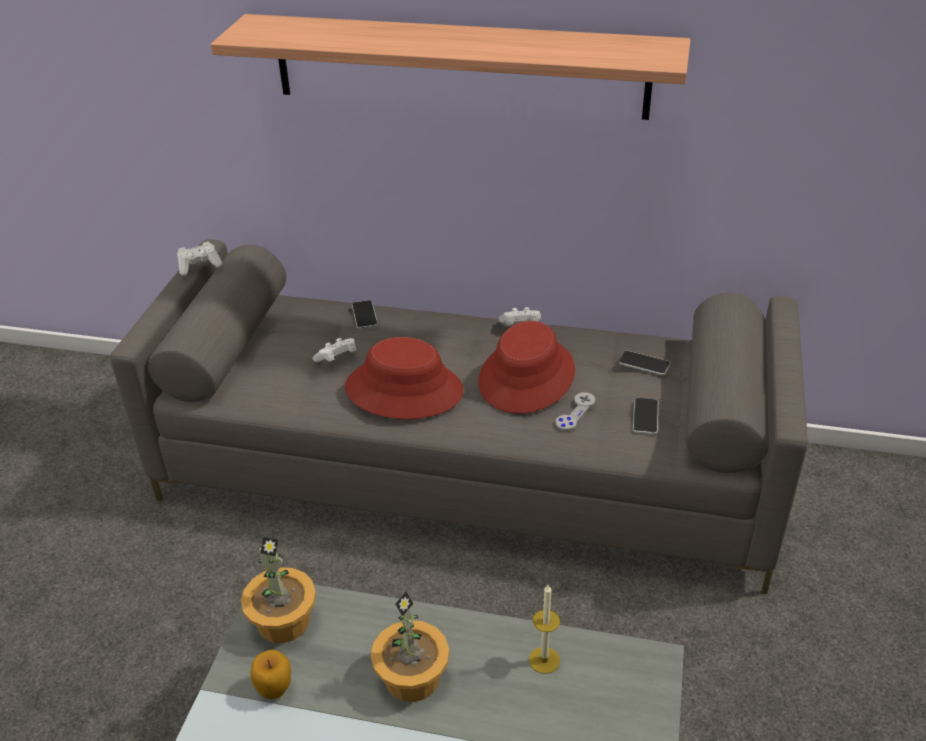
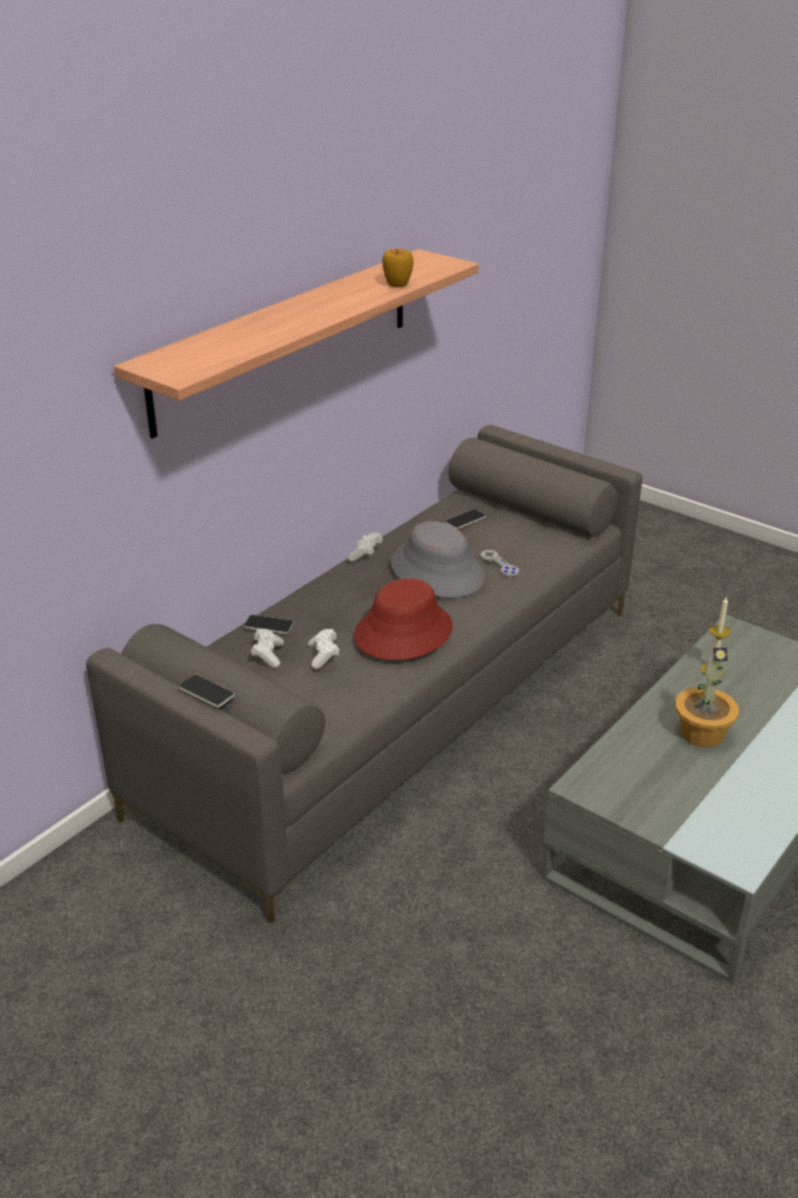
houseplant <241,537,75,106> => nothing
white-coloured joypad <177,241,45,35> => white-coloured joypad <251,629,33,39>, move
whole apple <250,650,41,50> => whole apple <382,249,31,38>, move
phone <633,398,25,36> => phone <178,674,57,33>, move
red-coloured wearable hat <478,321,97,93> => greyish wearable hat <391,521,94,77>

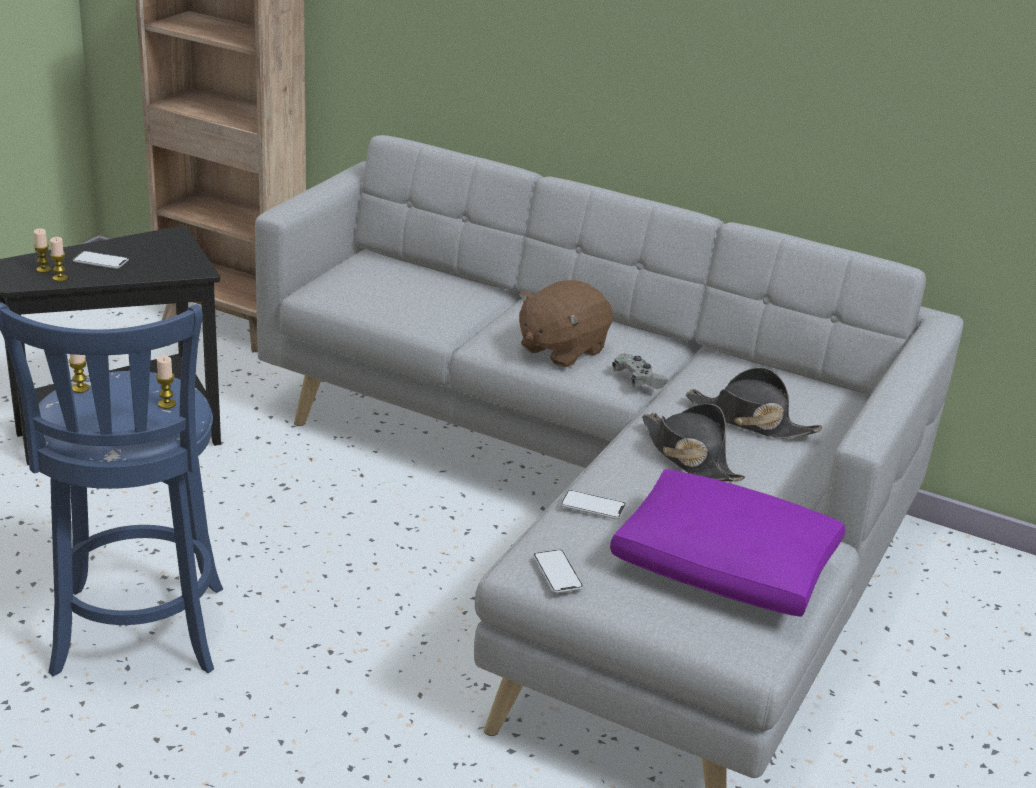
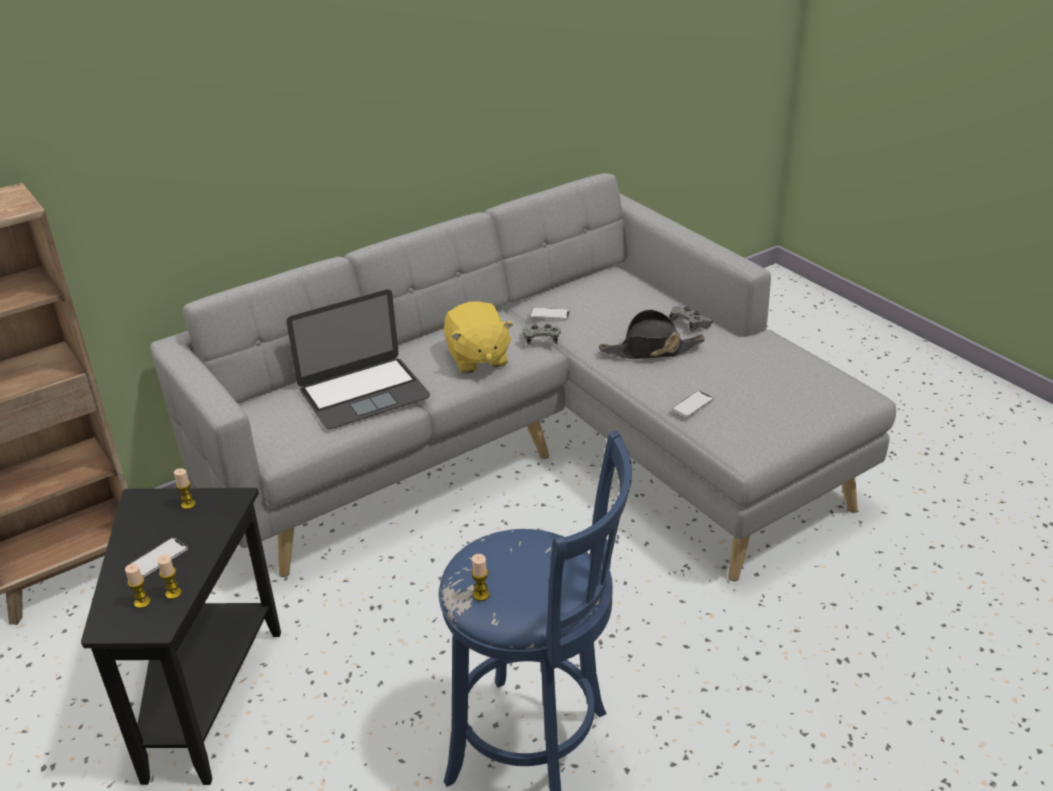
purple pillow <610,469,235,148> => nothing
black-coloured wearable hat <685,367,137,72> => nothing
nothing => notebook computer <287,289,143,140>
nothing => greyish joypad <669,306,44,25>
candle <156,356,20,53> => candle <174,468,22,41>, move
phone <533,549,51,44> => phone <529,307,41,13>, move
brown-coloured soft toy <519,280,94,87> => yellow soft toy <444,302,69,72>

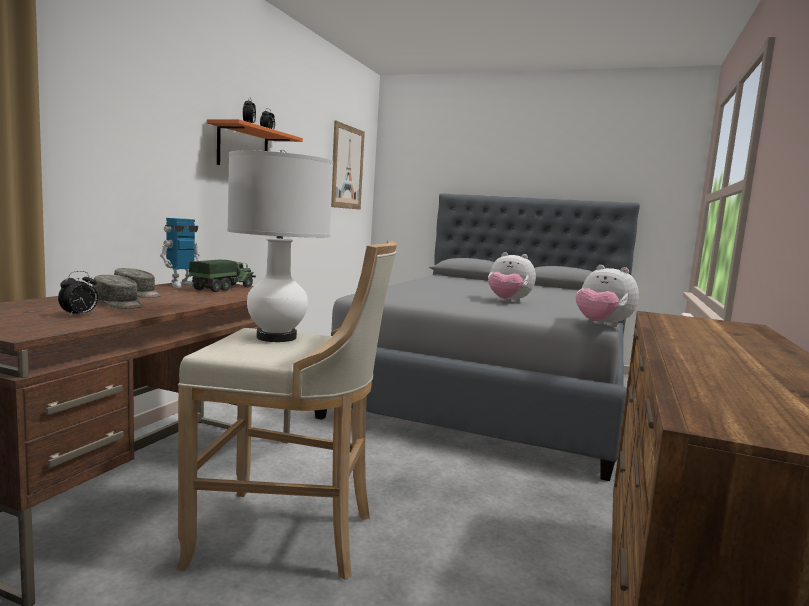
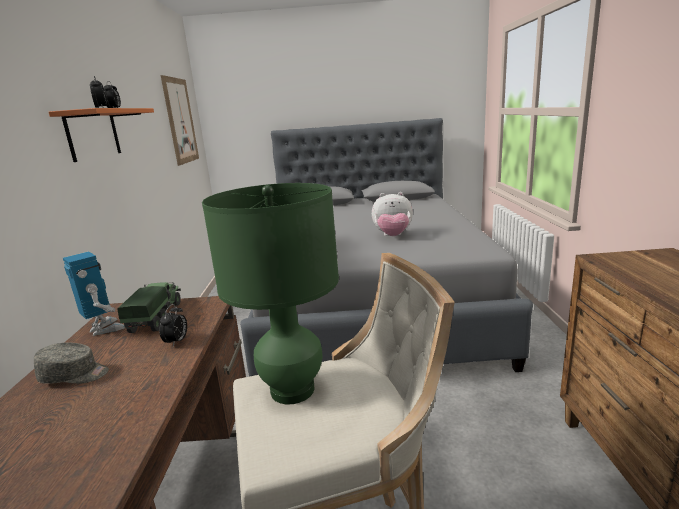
greyish baseball cap <92,275,51,34> => nothing
soft toy <576,265,63,62> => nothing
bedside clock <58,271,40,46> => bedside clock <159,304,28,43>, move
white-coloured lamp for a table <227,150,106,192> => green-coloured lamp for a table <202,183,137,221>
toy robot <160,218,41,70> => toy robot <63,251,62,85>, 60 degrees counterclockwise

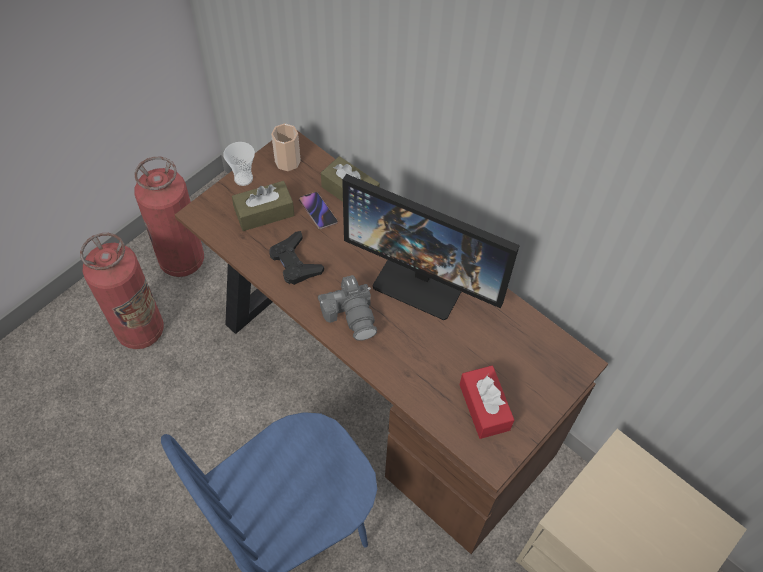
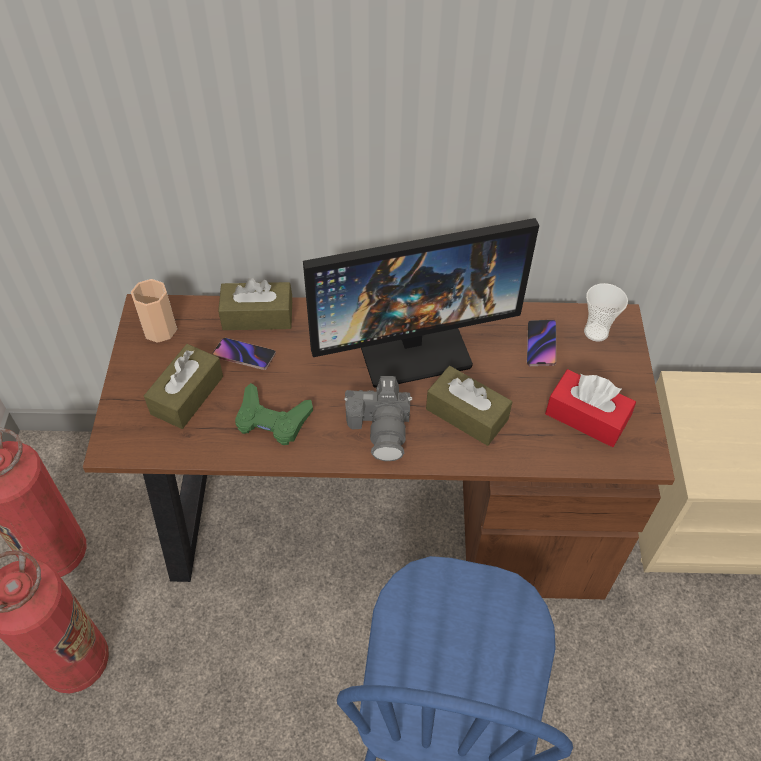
nothing => brown-coloured tissue box <426,366,86,80>
nothing => phone <527,320,29,46>
drinking cup <223,142,32,44> => drinking cup <584,283,44,59>, move
black-coloured joypad <270,231,54,54> => green-coloured joypad <235,383,78,62>
still camera <318,275,59,66> => still camera <344,376,68,85>, 60 degrees clockwise

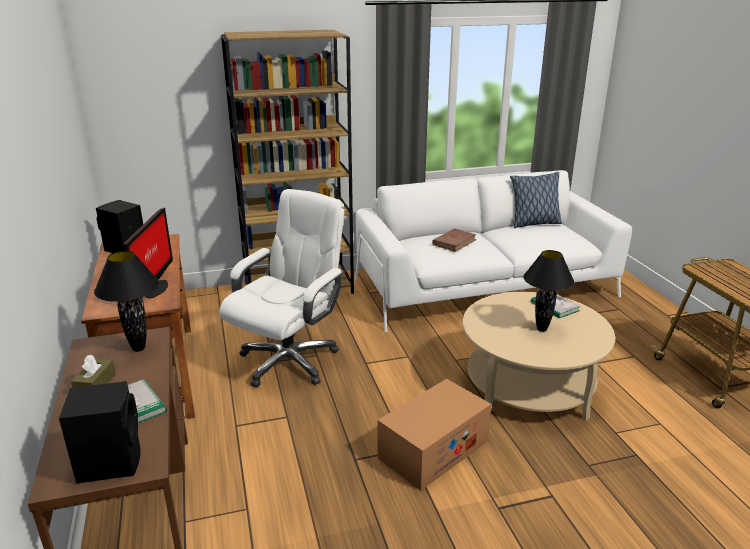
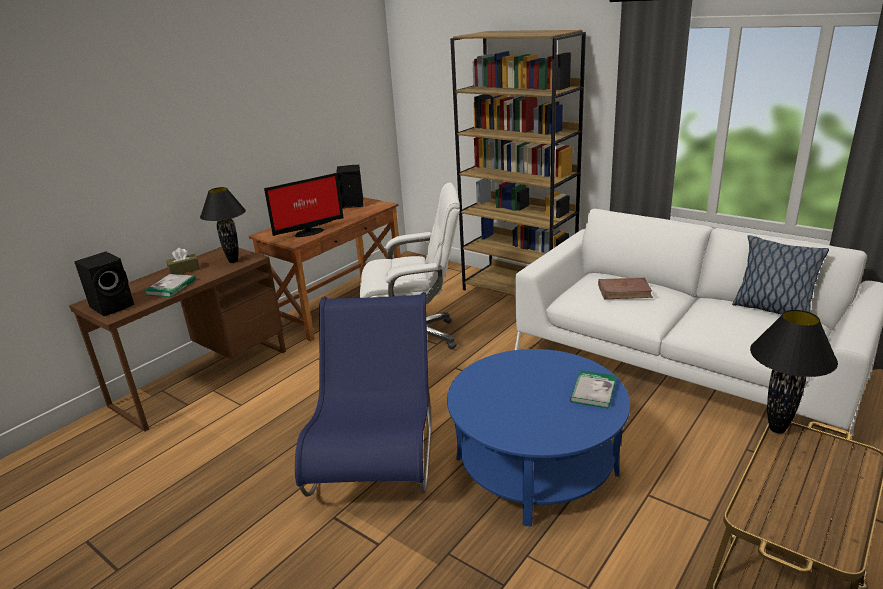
black-coloured lamp for a table <523,250,51,82> => black-coloured lamp for a table <750,310,88,123>, move
cardboard box <377,379,114,111> => blue-coloured chair <295,292,136,205>
beige lounge table <463,292,152,129> => blue-coloured lounge table <447,349,183,178>

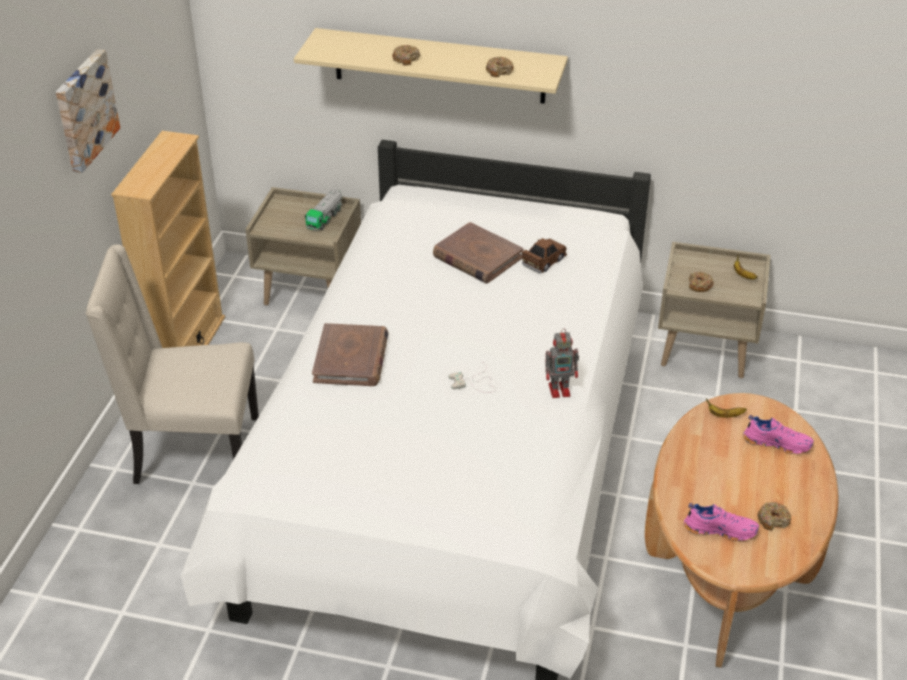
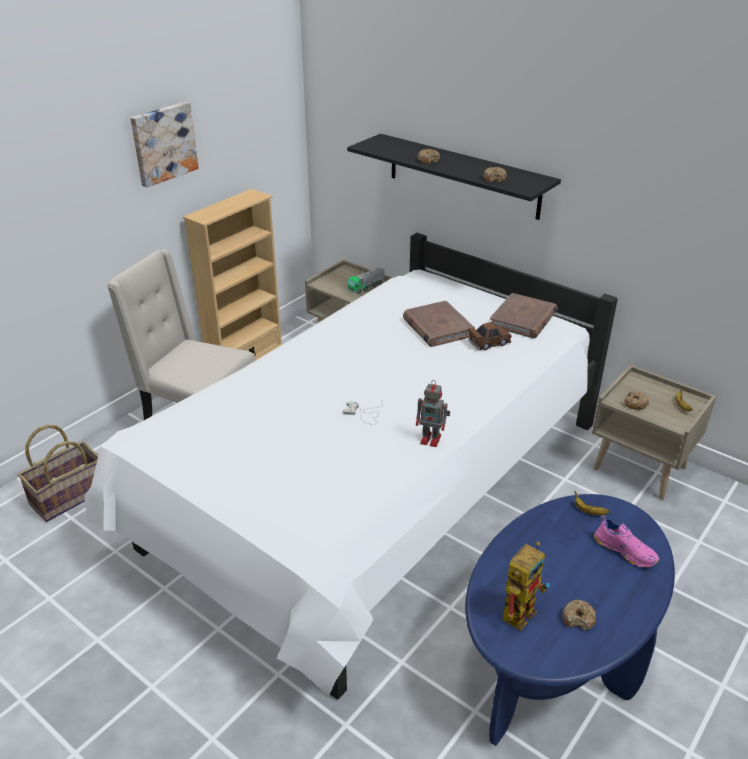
nothing => basket <18,425,80,97>
brown-coloured bound book <312,323,76,63> => brown-coloured bound book <490,293,67,45>, move
pinkish shoe <684,503,75,38> => toy robot <502,542,48,89>
beige wall shelf <294,28,274,76> => black-coloured wall shelf <347,134,214,86>
brown-coloured lounge table <645,393,194,275> => blue-coloured lounge table <465,494,210,252>

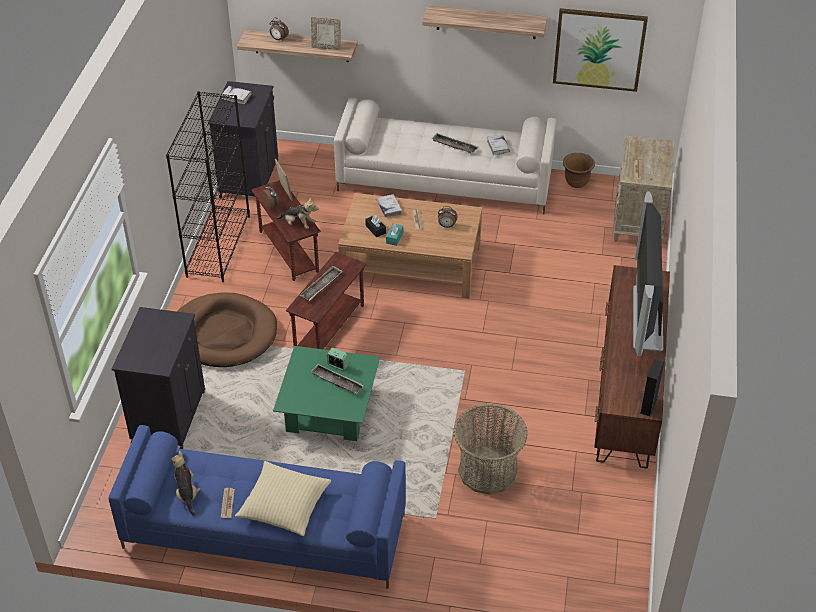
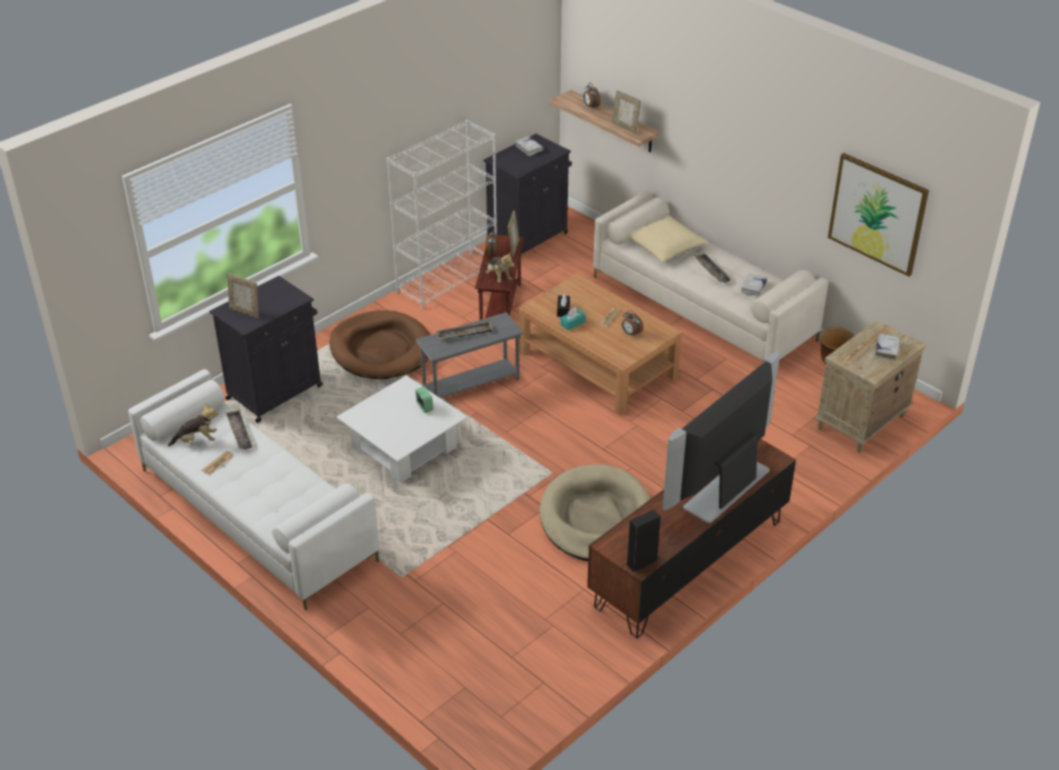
wall shelf <422,5,125,34> => nothing
basket <453,404,75,91> => nothing
nothing => photo frame <227,274,31,44>
nothing => beige dog bed <540,464,110,97>
beige pillow <235,461,96,75> => beige pillow <628,215,80,47>, move
carrying tray <310,364,54,30> => carrying tray <225,409,29,40>, move
white-coloured bound book <377,194,25,23> => white-coloured bound book <875,334,25,26>, move
blue-coloured couch <109,425,297,164> => white-coloured couch <128,369,251,242>
black-coloured bookcase <166,91,84,191> => white-coloured bookcase <387,120,110,190>
green-coloured lounge table <273,346,107,95> => white-coloured lounge table <336,375,132,108>
brown-coloured end table <286,252,81,97> => greyish end table <416,312,107,86>
soft toy <171,451,29,65> => soft toy <168,403,51,44>, 60 degrees clockwise

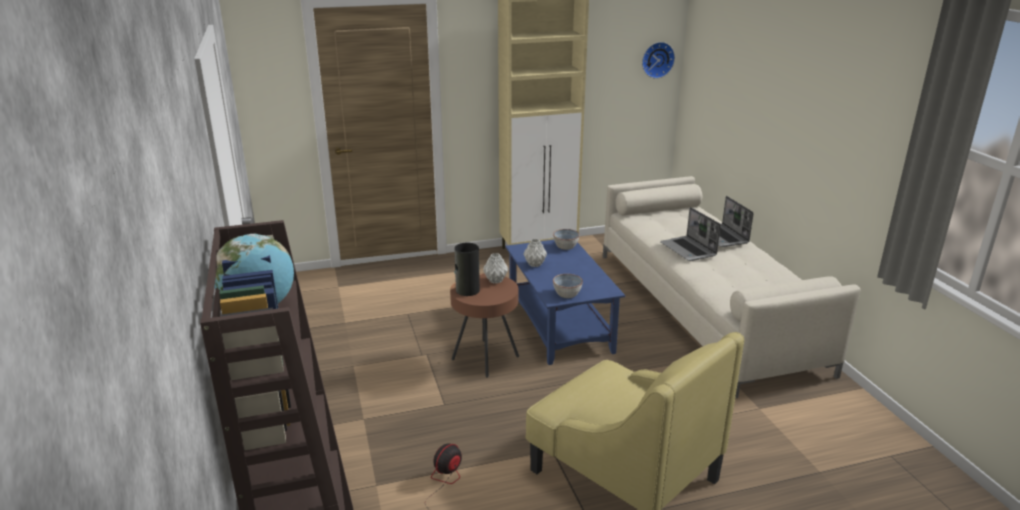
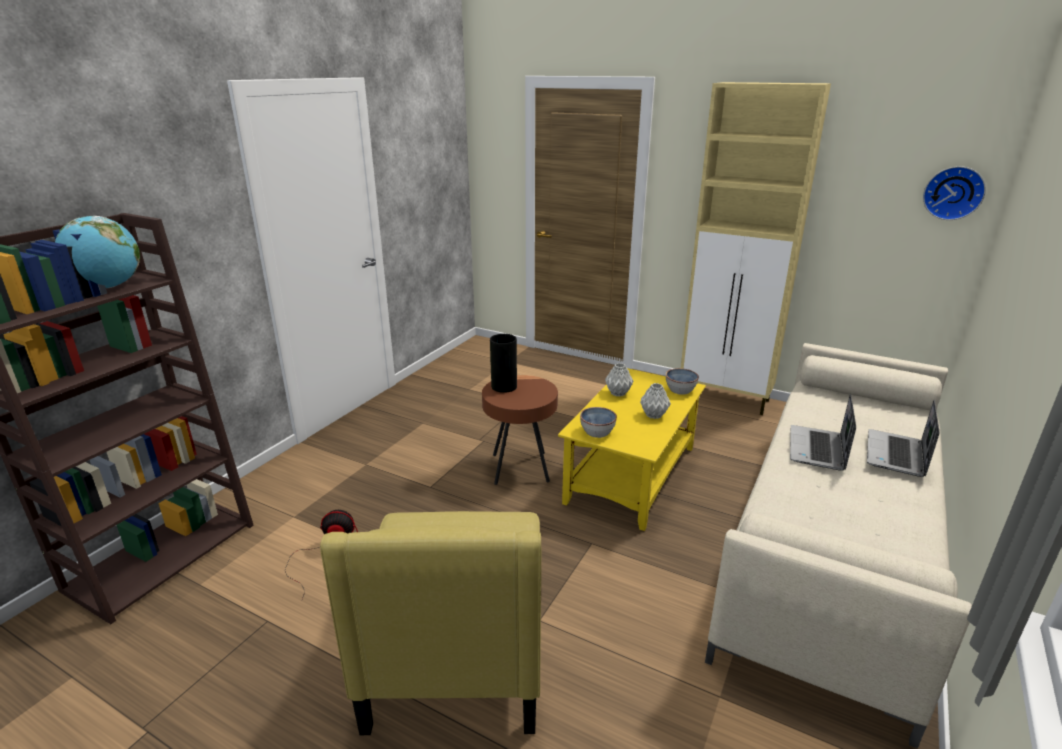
greyish flower vase <483,253,25,31> => greyish flower vase <640,383,31,36>, move
blue-coloured lounge table <505,240,120,125> => yellow lounge table <558,368,148,163>

